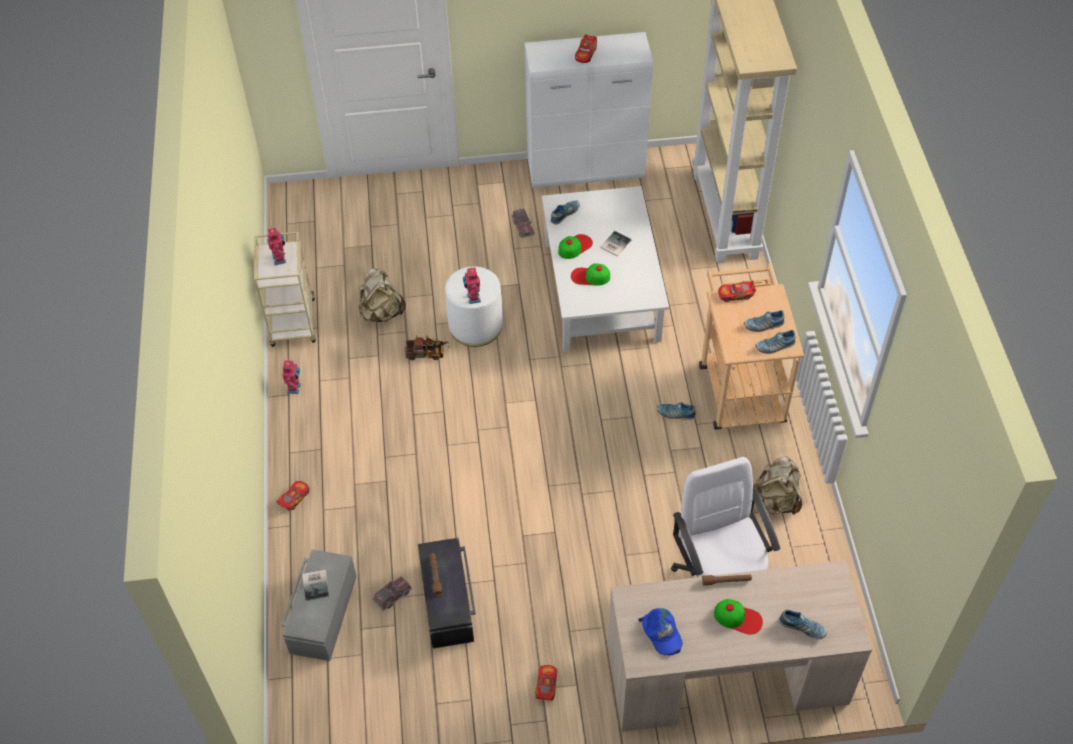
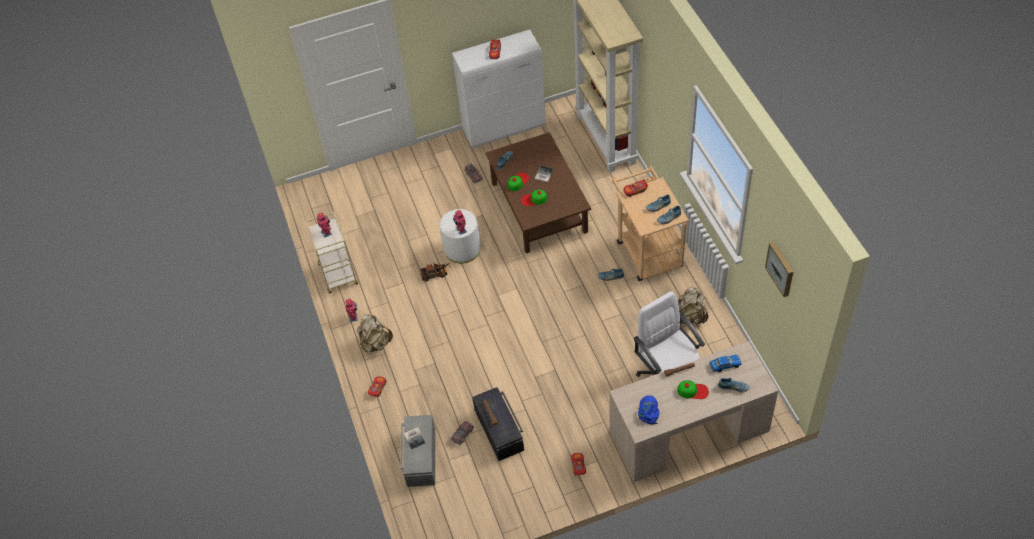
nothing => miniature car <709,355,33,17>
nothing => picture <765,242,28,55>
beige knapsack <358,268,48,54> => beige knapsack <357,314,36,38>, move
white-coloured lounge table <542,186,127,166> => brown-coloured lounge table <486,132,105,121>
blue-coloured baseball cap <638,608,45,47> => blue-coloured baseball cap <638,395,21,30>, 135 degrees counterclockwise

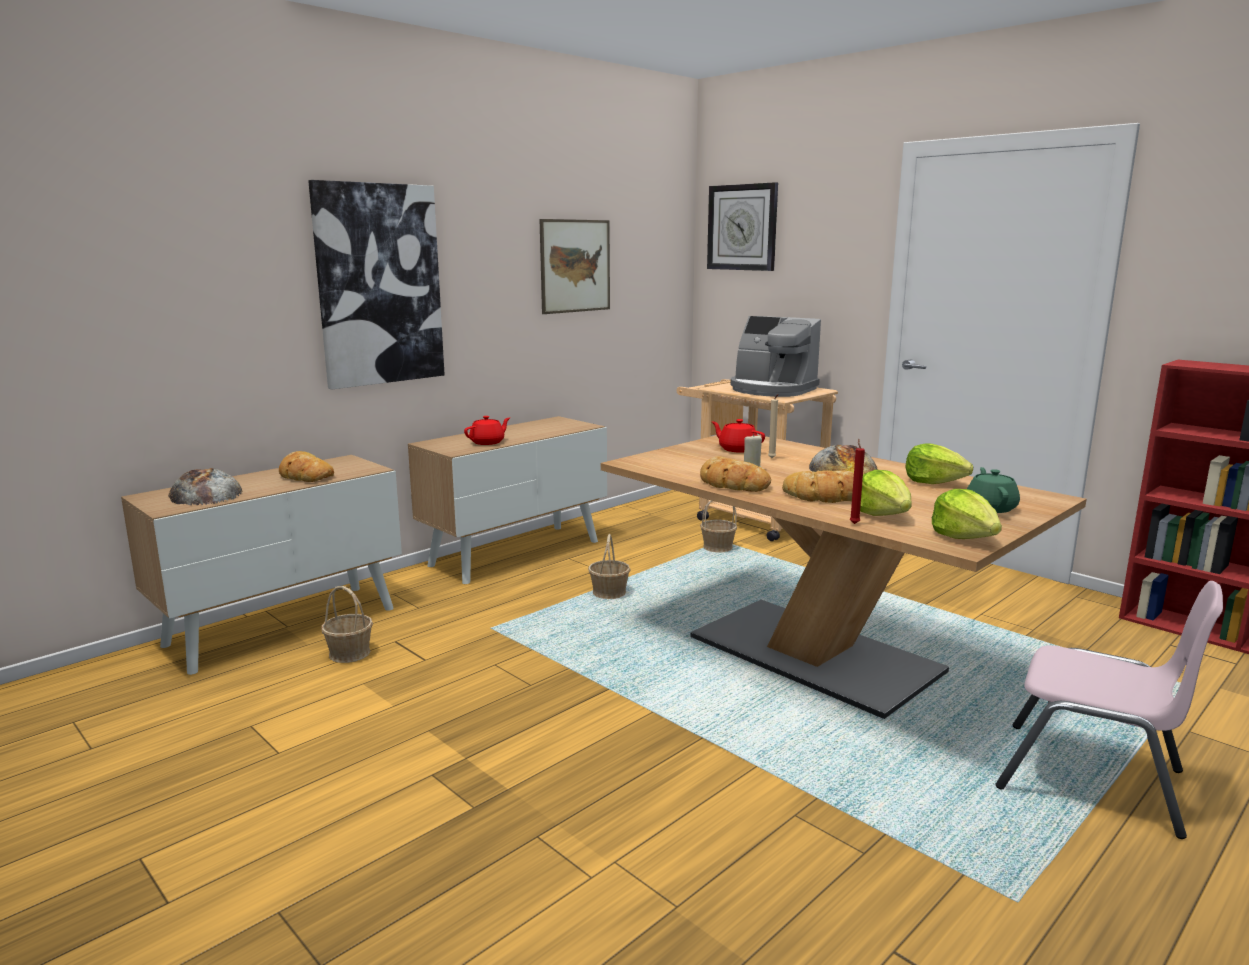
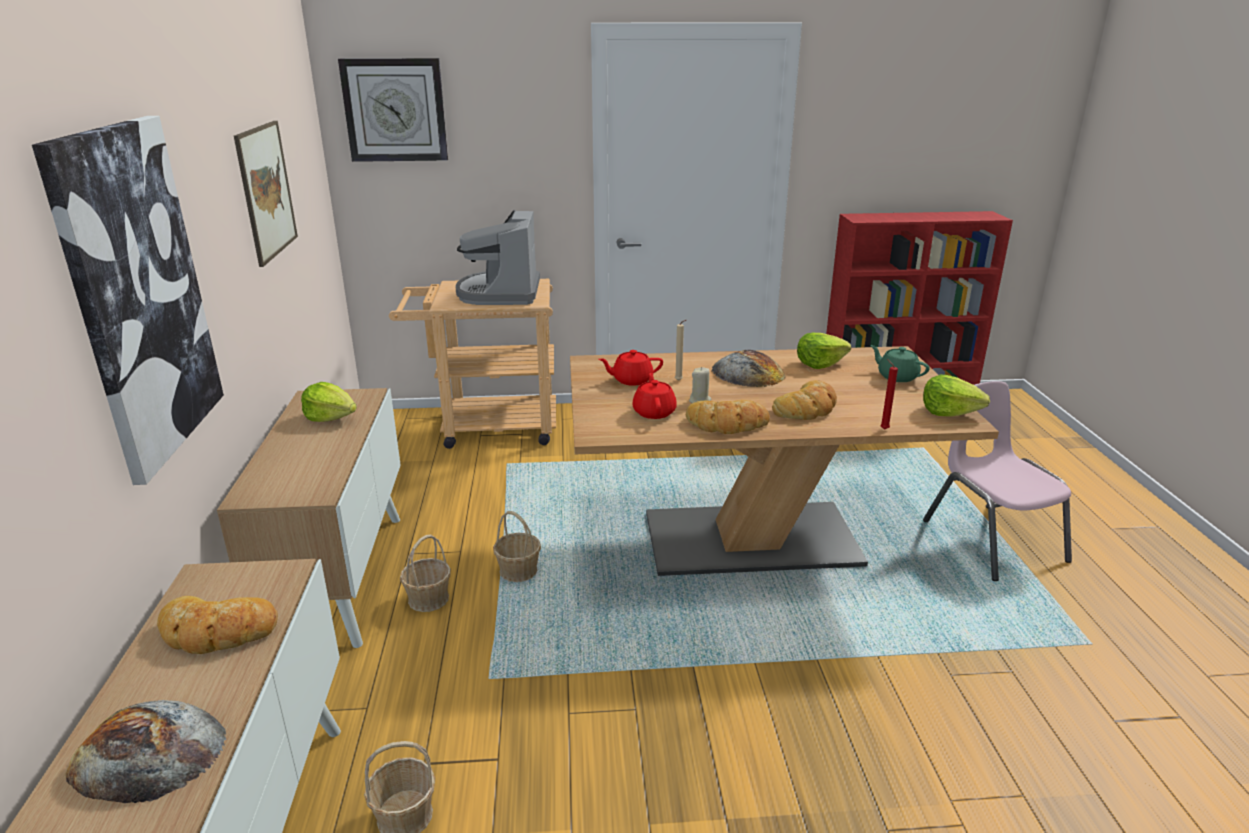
red-coloured tea pot <464,416,46,29> => red-coloured tea pot <632,373,45,46>, move
basket <700,500,37,52> => basket <400,535,51,77>, move
lettuce <860,470,52,46> => lettuce <301,382,56,40>, move
coffee maker <731,316,90,81> => coffee maker <455,210,85,95>, 105 degrees clockwise
pinkish chair <995,581,228,258> => pinkish chair <923,381,149,200>, 90 degrees counterclockwise

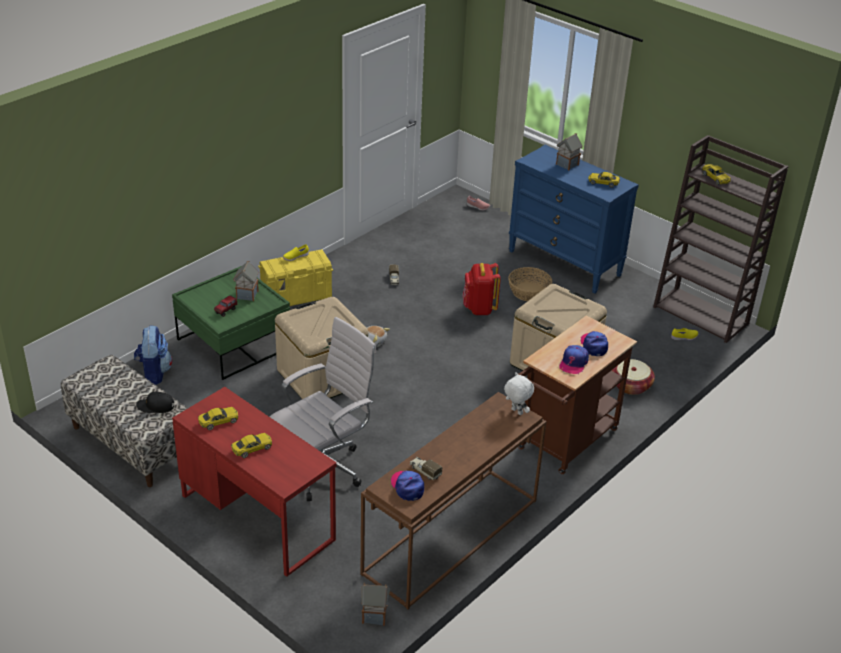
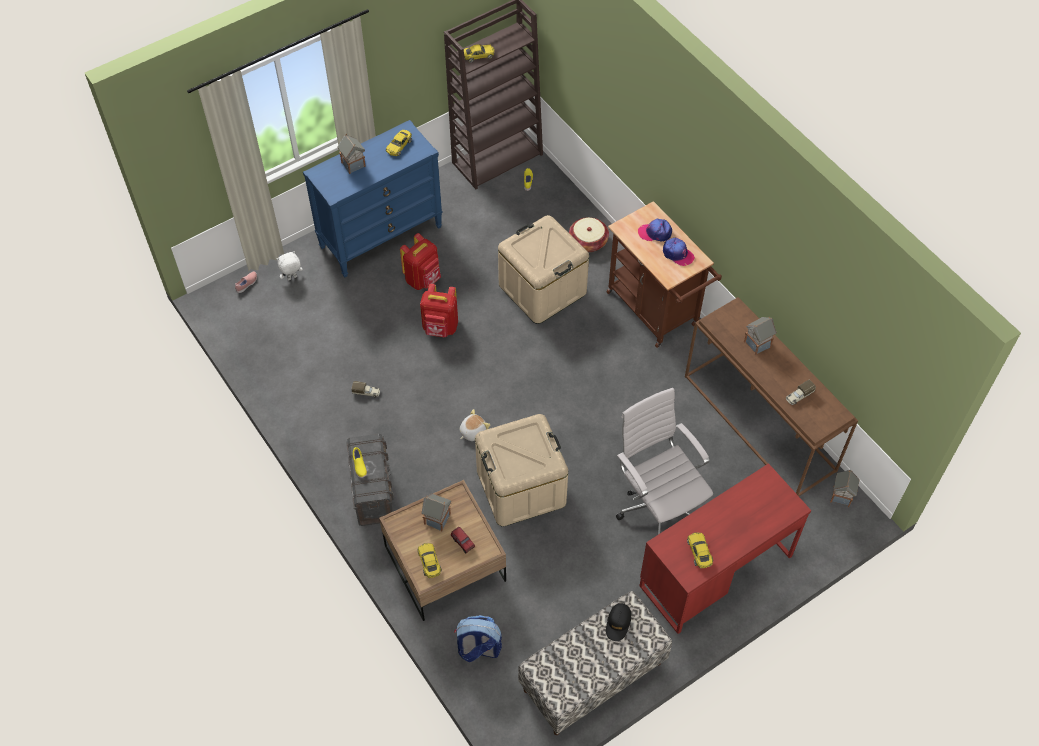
baseball cap <391,471,33,30> => nothing
nothing => toy house <744,317,33,38>
yellow miniature car <231,433,41,25> => yellow miniature car <417,543,25,35>, move
white-coloured soft toy <504,372,30,43> => white-coloured soft toy <277,251,26,30>, move
basket <508,267,44,34> => red-coloured knapsack <400,233,41,57>
green-coloured lounge table <172,266,118,114> => brown-coloured lounge table <379,480,127,141>
yellow storage container <258,249,75,57> => greyish storage container <346,434,48,92>

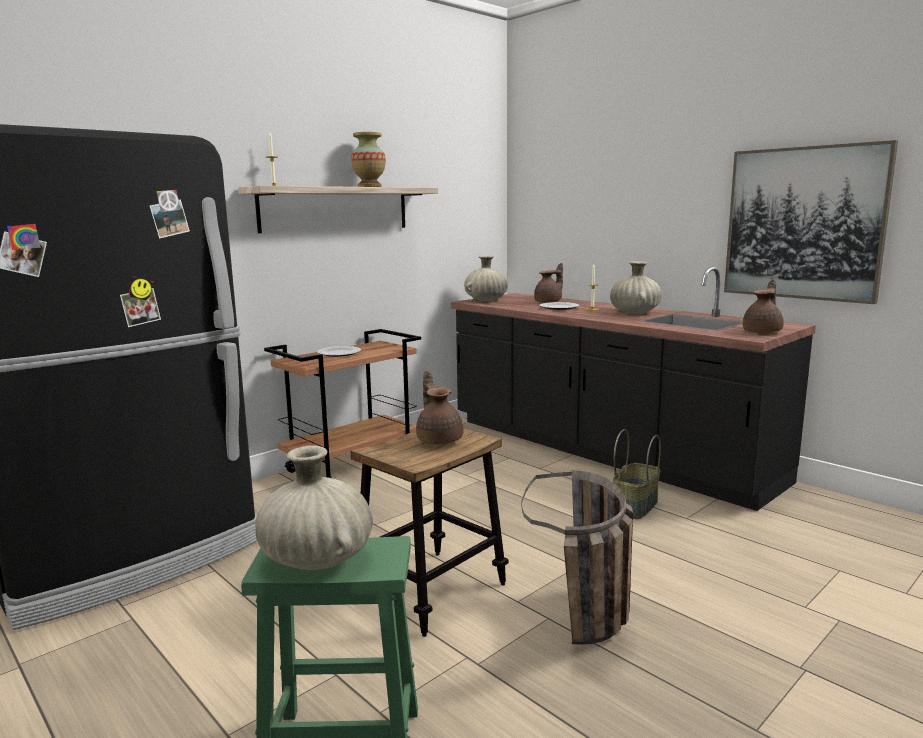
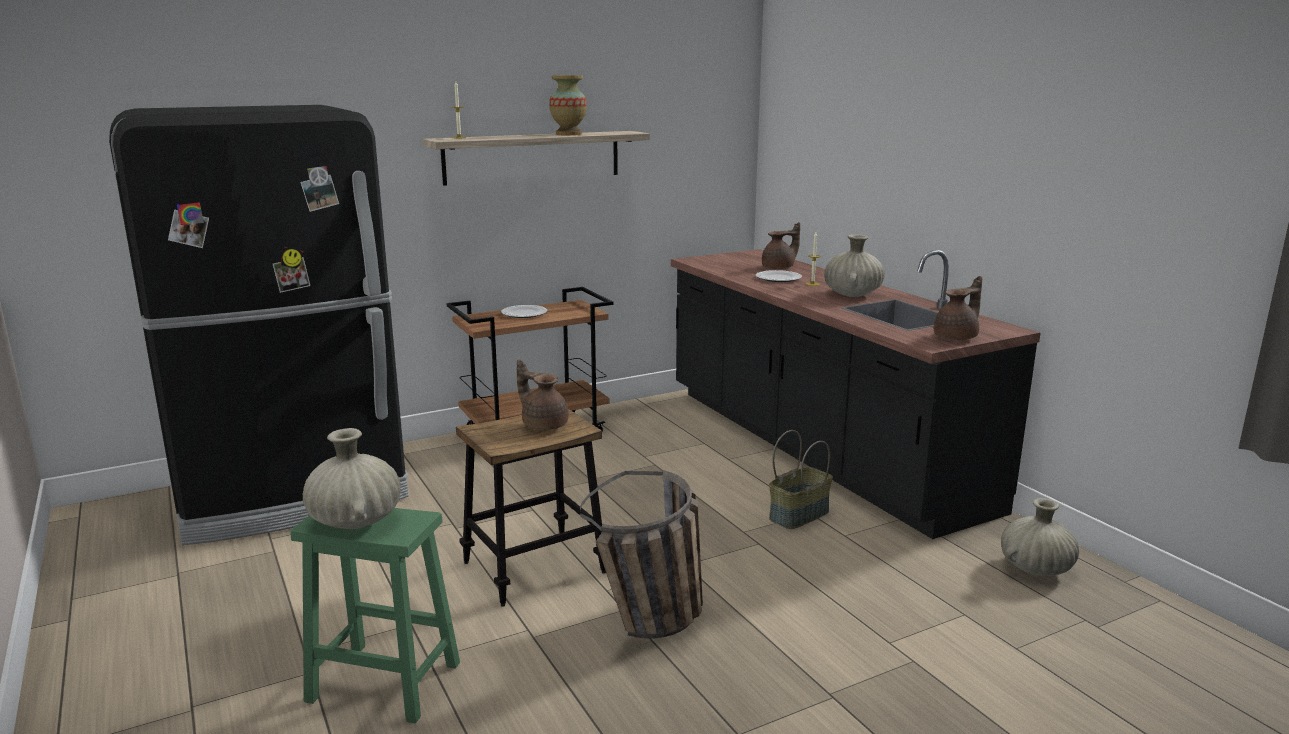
picture <724,140,174,164> => nothing
beige flower vase <464,256,44,45> => beige flower vase <1001,498,78,78>, move
brown-coloured tea pot <416,371,47,74> => brown-coloured tea pot <517,359,52,71>, 45 degrees counterclockwise

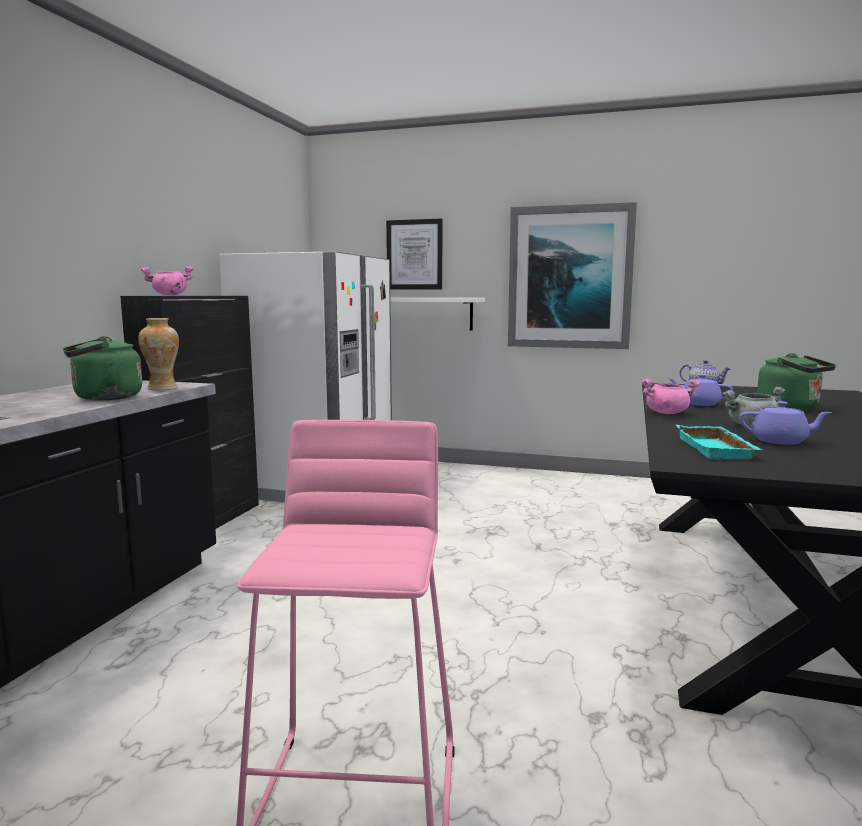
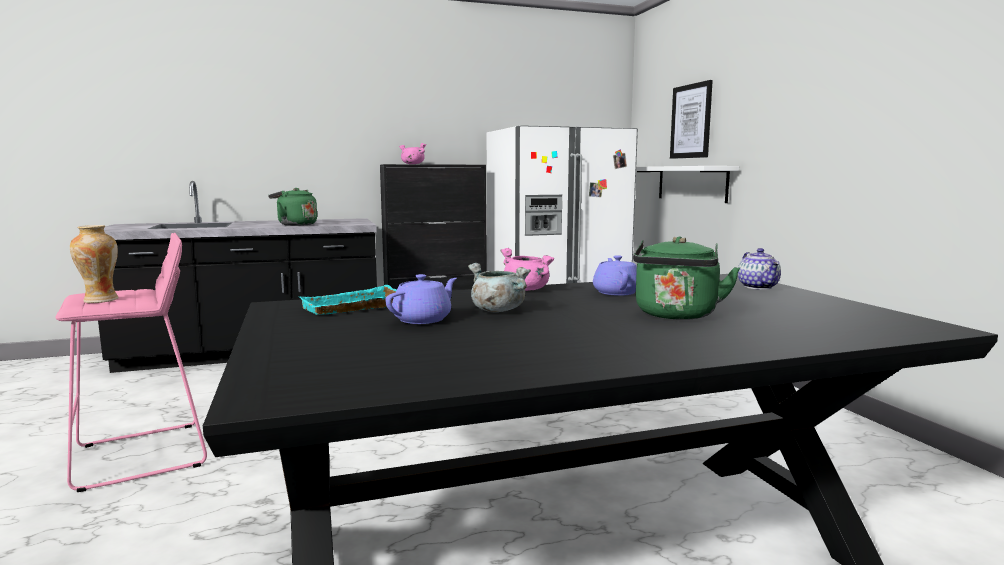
picture <508,202,129,147> => nothing
flower vase <138,318,41,72> => flower vase <70,225,49,78>, move
purple tea pot <739,401,93,44> => purple tea pot <385,274,72,50>, 120 degrees counterclockwise

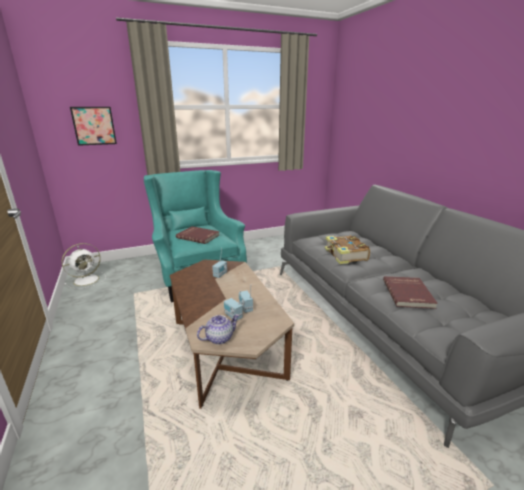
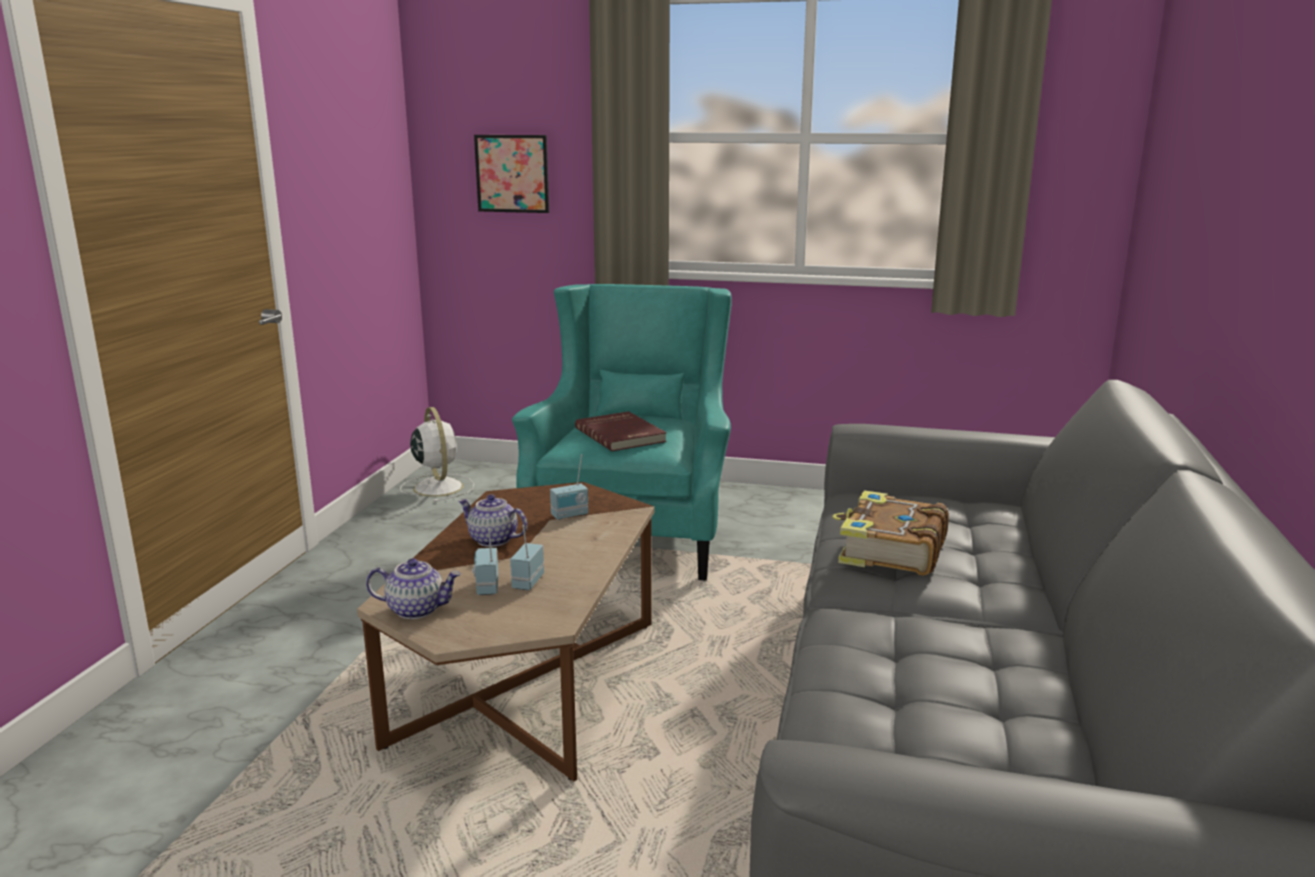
red-coloured bound book <383,276,55,33> => nothing
nothing => tea pot <458,494,69,53>
white-coloured fan <62,243,44,46> => white-coloured fan <400,407,74,95>, 105 degrees counterclockwise

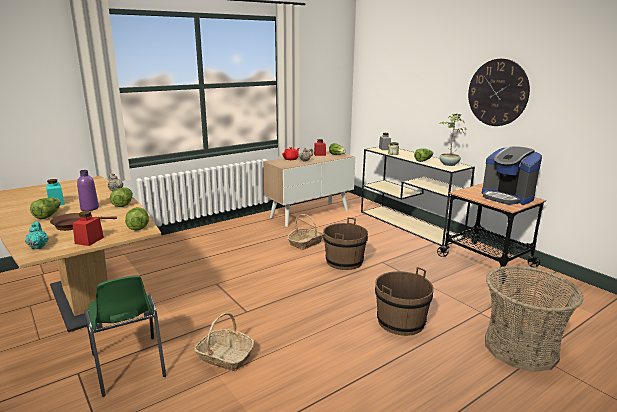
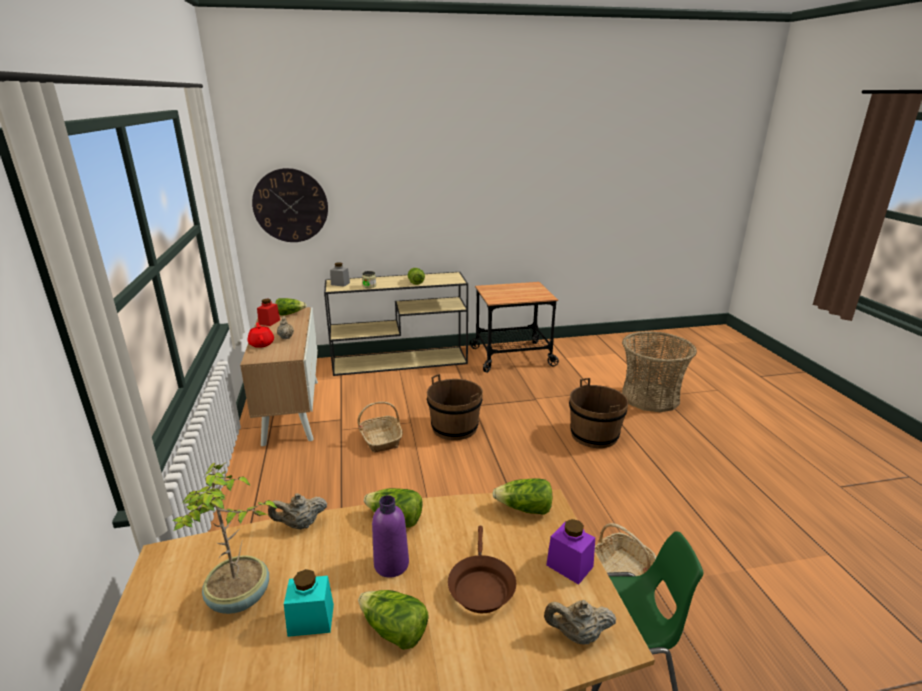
coffee maker <482,146,60,59> => nothing
houseplant <439,113,27,53> => houseplant <172,463,106,151>, move
wall clock <468,59,62,67> => wall clock <252,168,76,74>, move
turquoise-coloured tea pot <25,221,23,28> => beige tea pot <544,600,72,44>
red-coloured preserve jar <72,211,32,35> => purple preserve jar <546,519,49,66>

